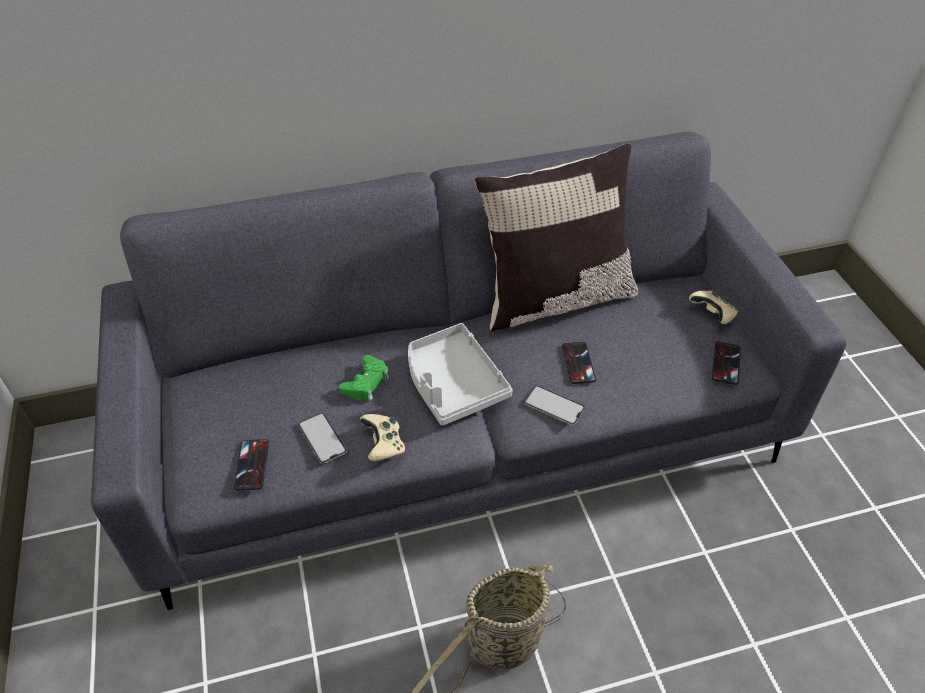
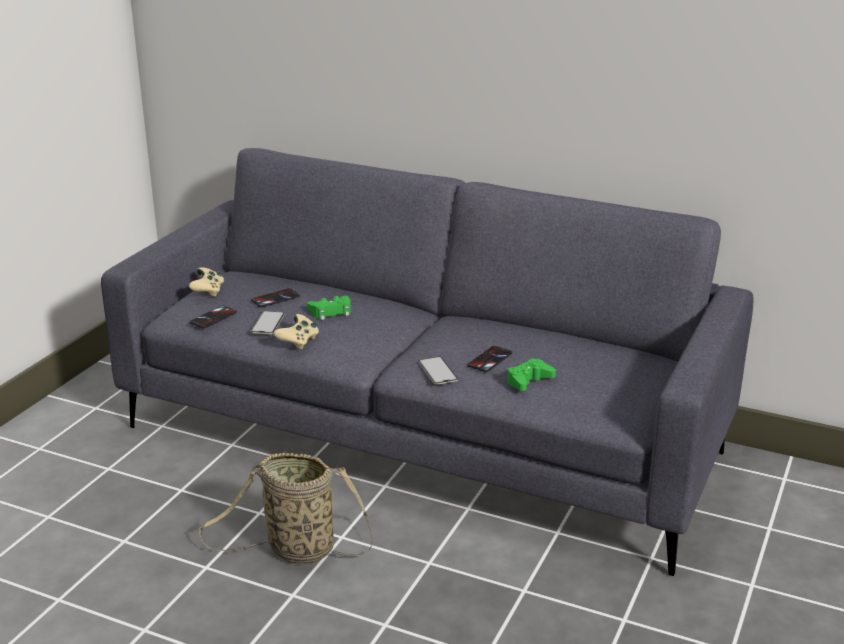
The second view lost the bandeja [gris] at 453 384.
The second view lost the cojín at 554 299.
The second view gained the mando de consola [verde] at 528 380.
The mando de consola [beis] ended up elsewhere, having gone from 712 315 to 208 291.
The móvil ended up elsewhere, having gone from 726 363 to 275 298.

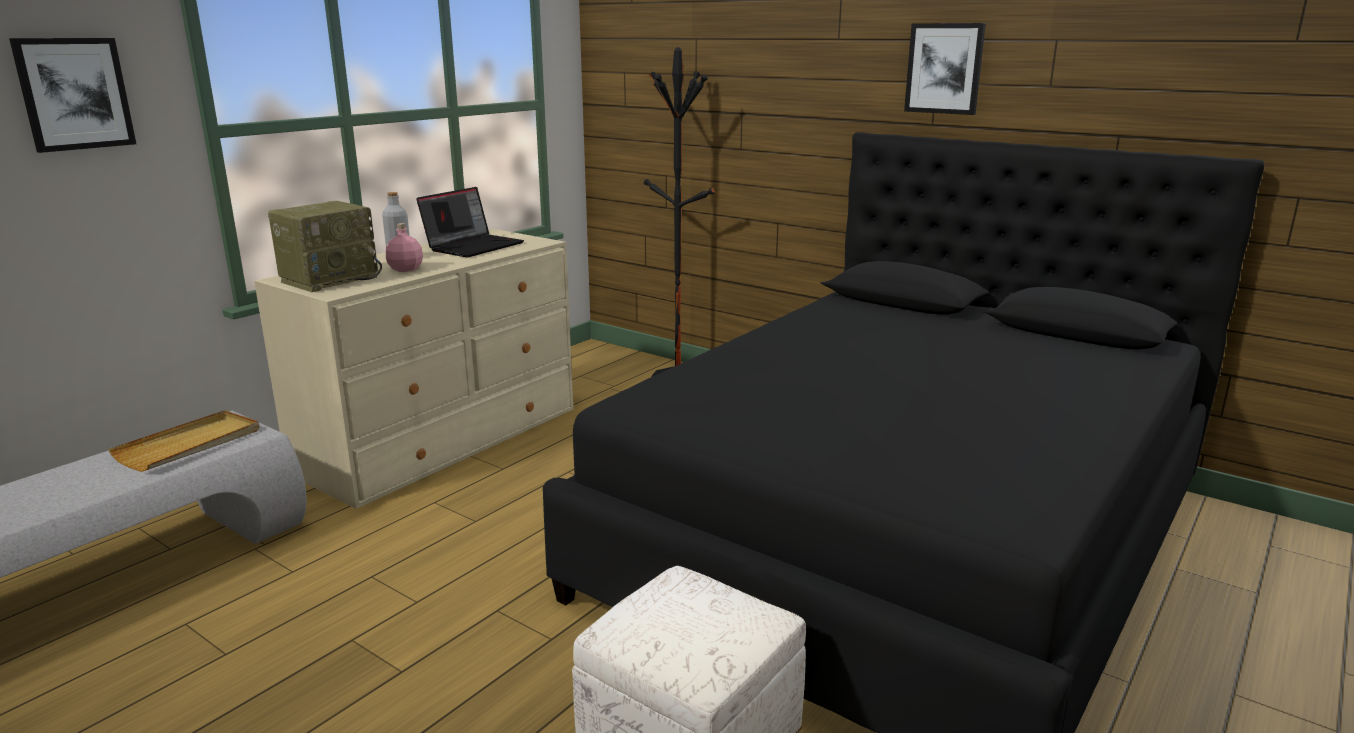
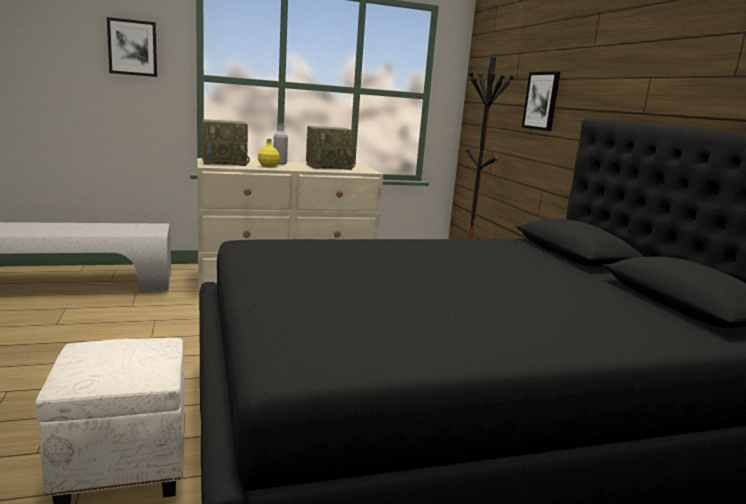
The second view lost the bandeja [beis] at 190 445.
The cuadro ended up elsewhere, having gone from 944 68 to 541 101.
Where the portátil stood at 474 246, the radio came to stand at 329 167.
What was the botella [rosa] at 405 269 turned into the botella [amarillo] at 268 166.

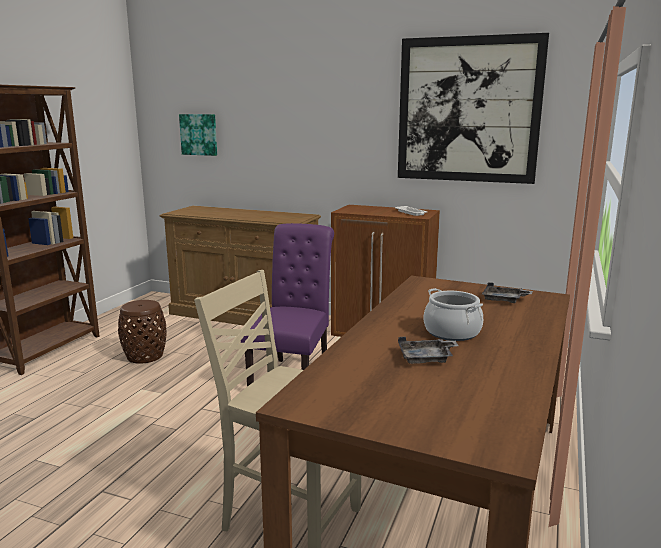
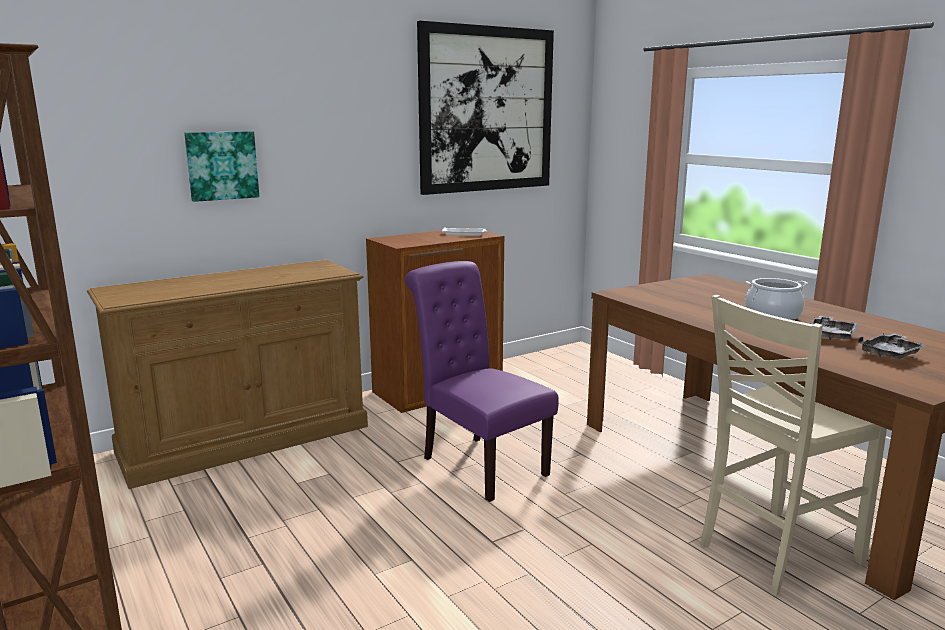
The second view lost the taburete [marrón] at 145 356.
The cuadro ended up elsewhere, having gone from 199 134 to 222 165.
The bandeja [gris] ended up elsewhere, having gone from 504 300 to 891 353.

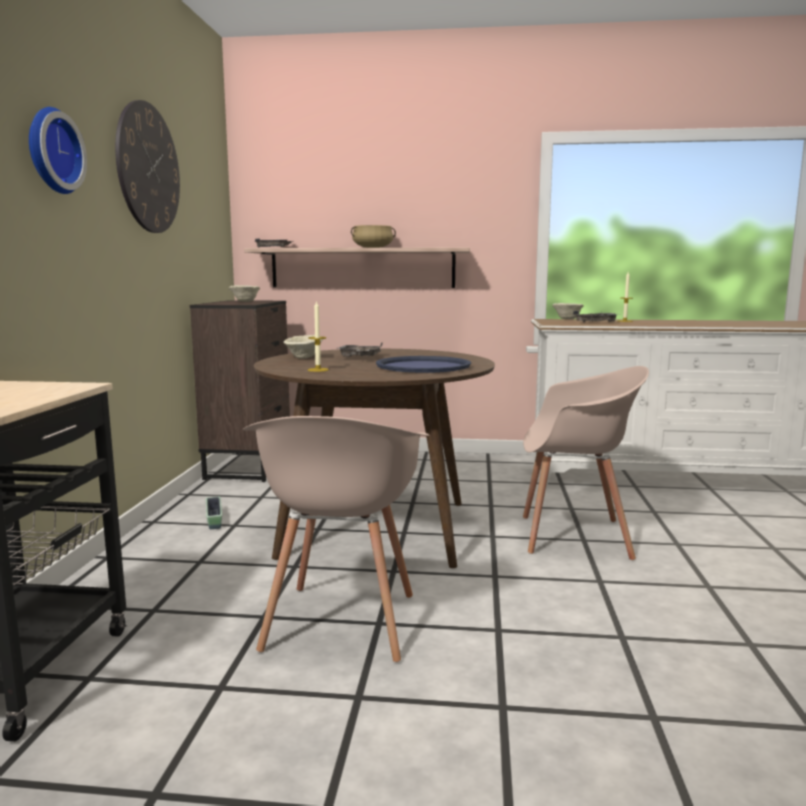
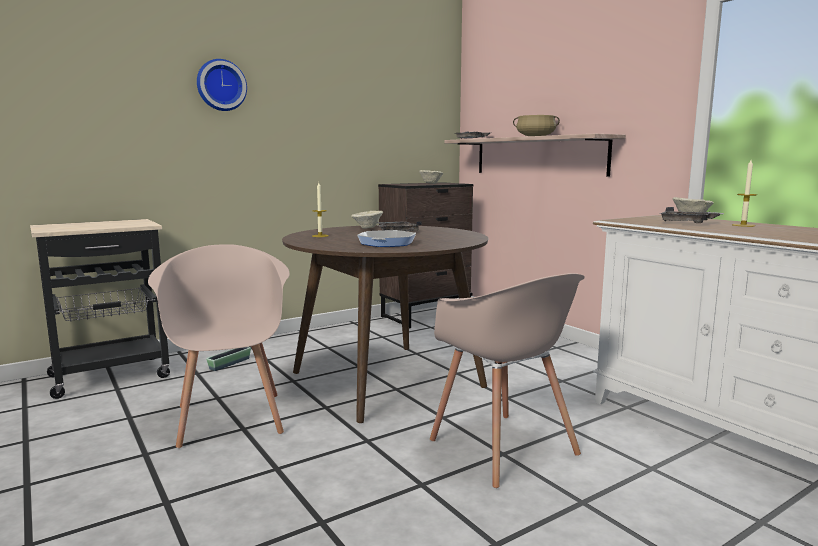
The second view lost the reloj de pared at 148 168.
The maceta ended up elsewhere, having gone from 214 519 to 229 364.
Where the bandeja [azul] stood at 423 366, the sartén came to stand at 387 243.
The silla [beis] at 341 623 ended up facing another way, 105 degrees clockwise from before.

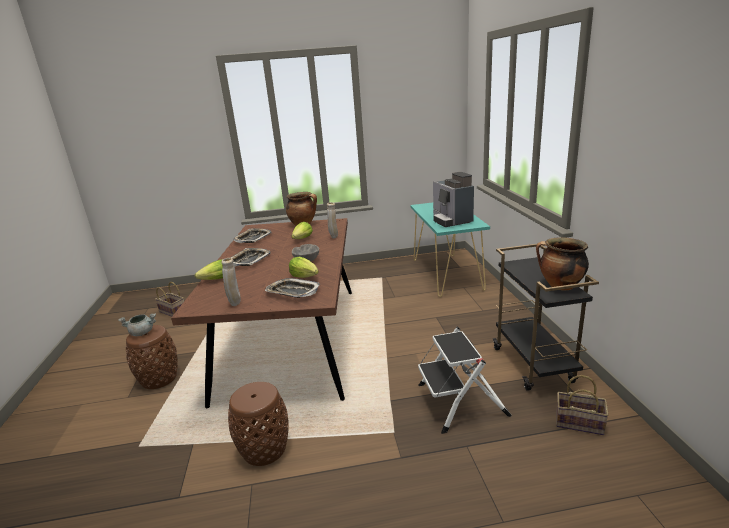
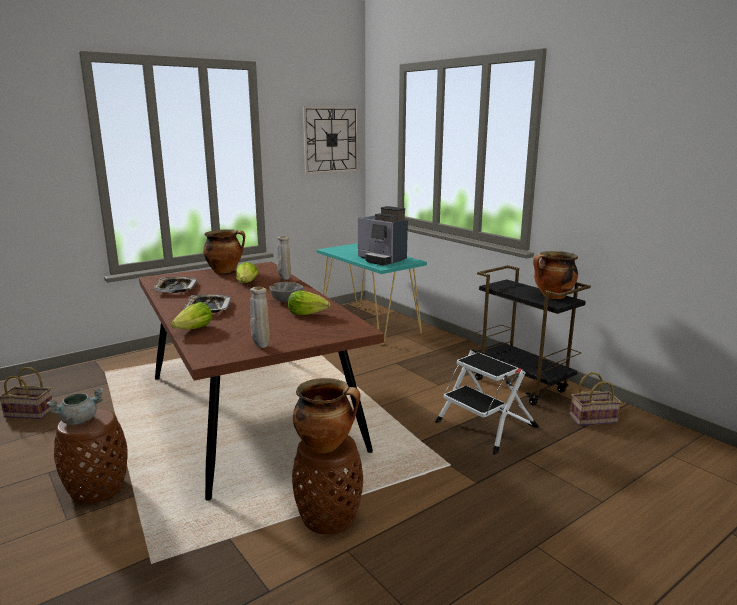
The second view lost the bandeja at 293 292.
The second view gained the olla at 326 445.
The second view gained the reloj de pared at 331 140.

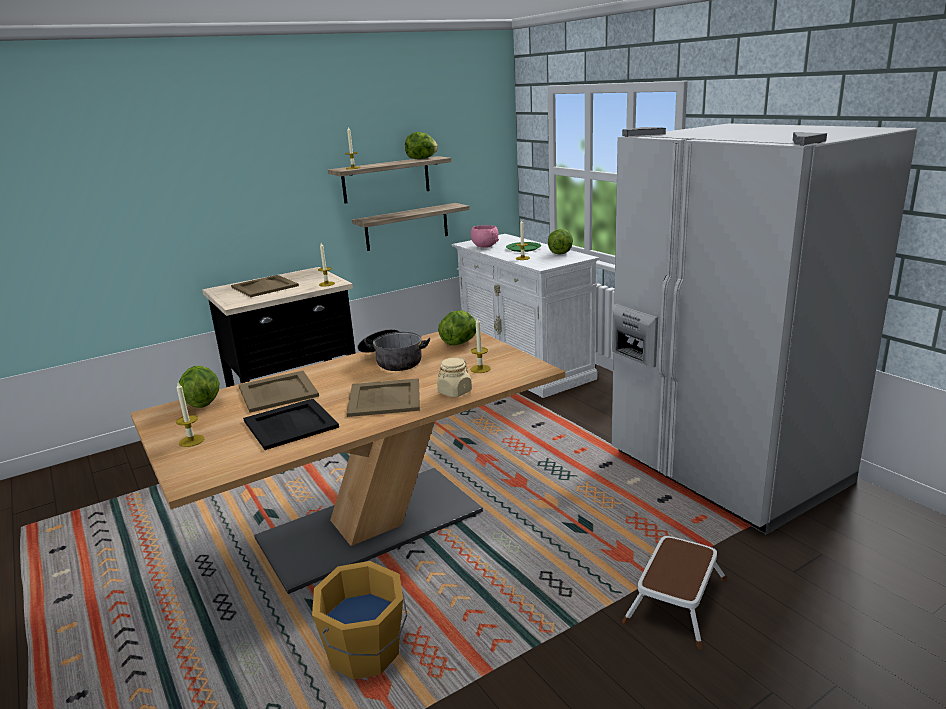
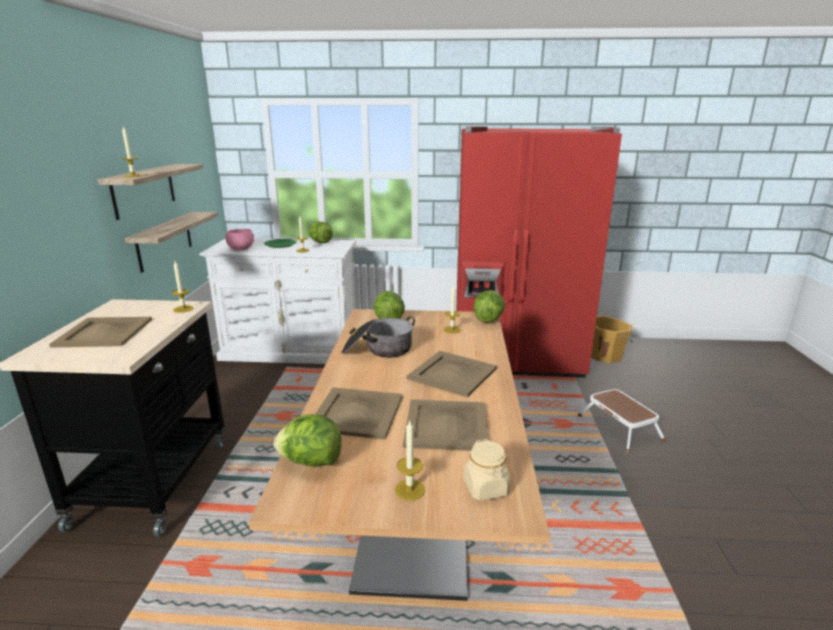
The cubo [naranja] ended up elsewhere, having gone from 366 652 to 605 355.
The lechuga ended up elsewhere, having gone from 422 158 to 488 319.
The tarro [beis] ended up elsewhere, having gone from 454 392 to 486 488.
What was the bandeja [negro] at 289 424 turned into the bandeja [beis] at 446 425.
What was the nevera [blanco] at 727 468 turned into the nevera [rojo] at 515 356.

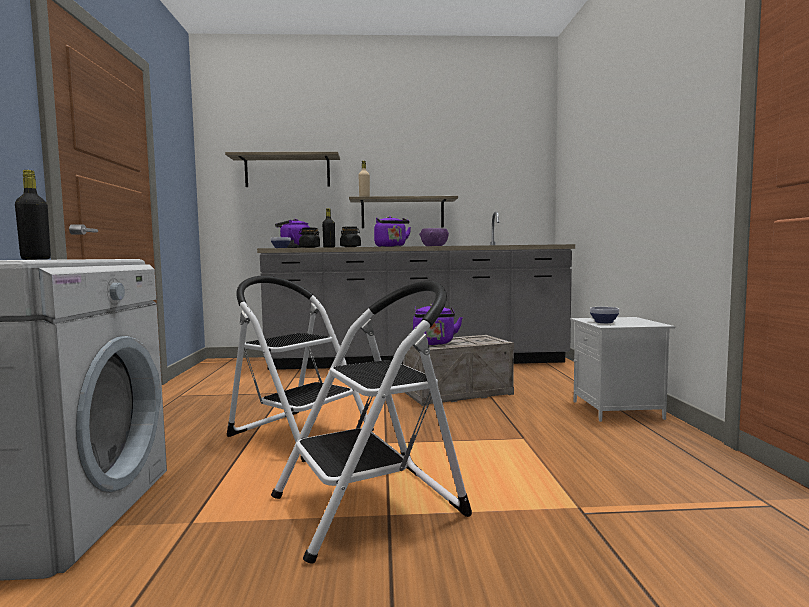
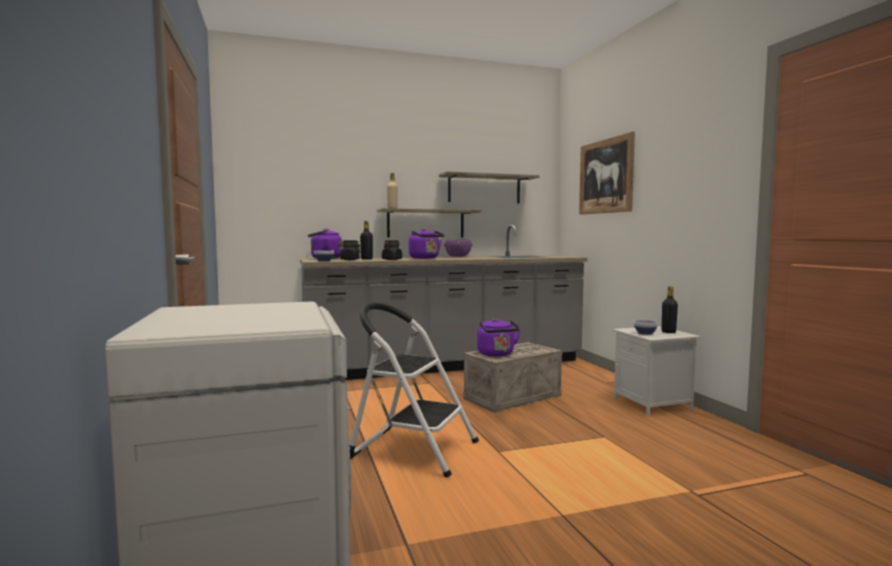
The second view lost the escalera de tijera at 374 505.
The second view gained the cuadro at 605 176.
The botella [negro] ended up elsewhere, having gone from 36 259 to 668 332.
The estante ended up elsewhere, having gone from 287 172 to 484 189.

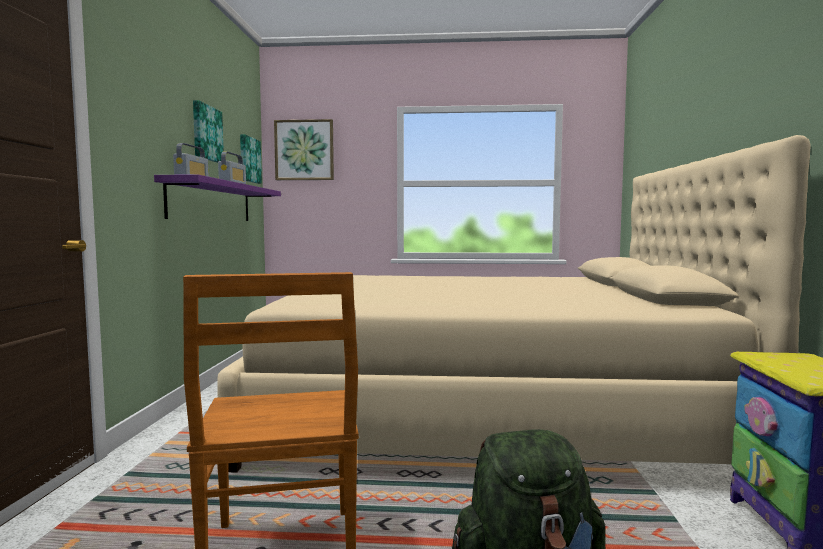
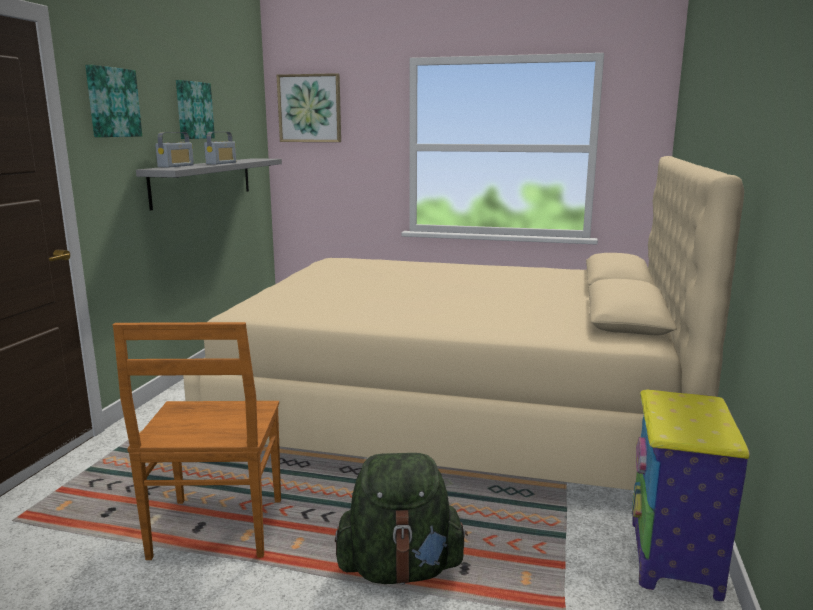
The cuadro ended up elsewhere, having gone from 249 160 to 112 102.
What was the estante [morado] at 212 202 turned into the estante [gris] at 203 181.

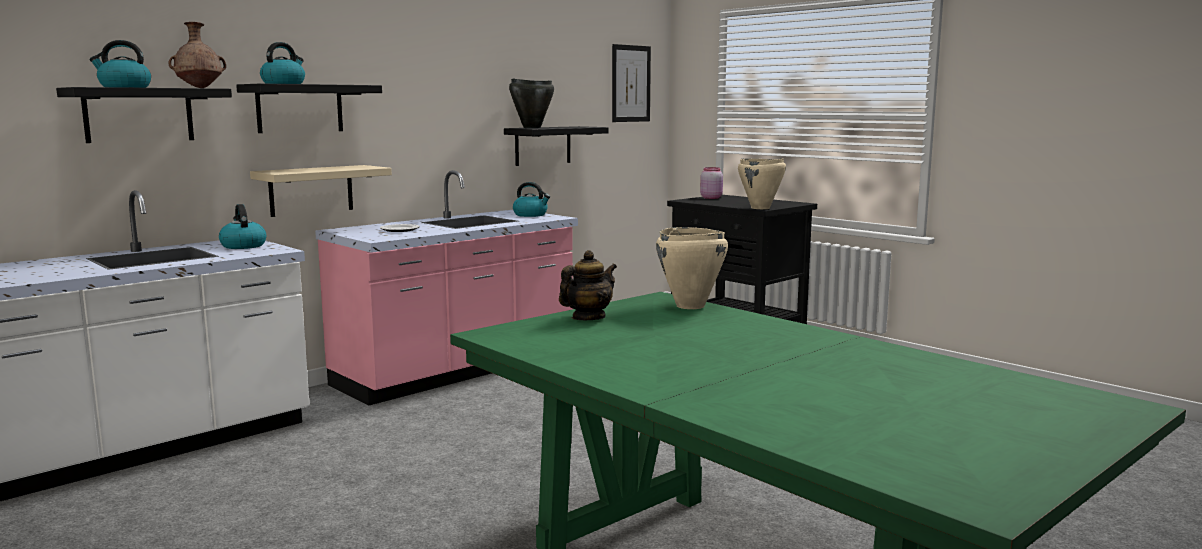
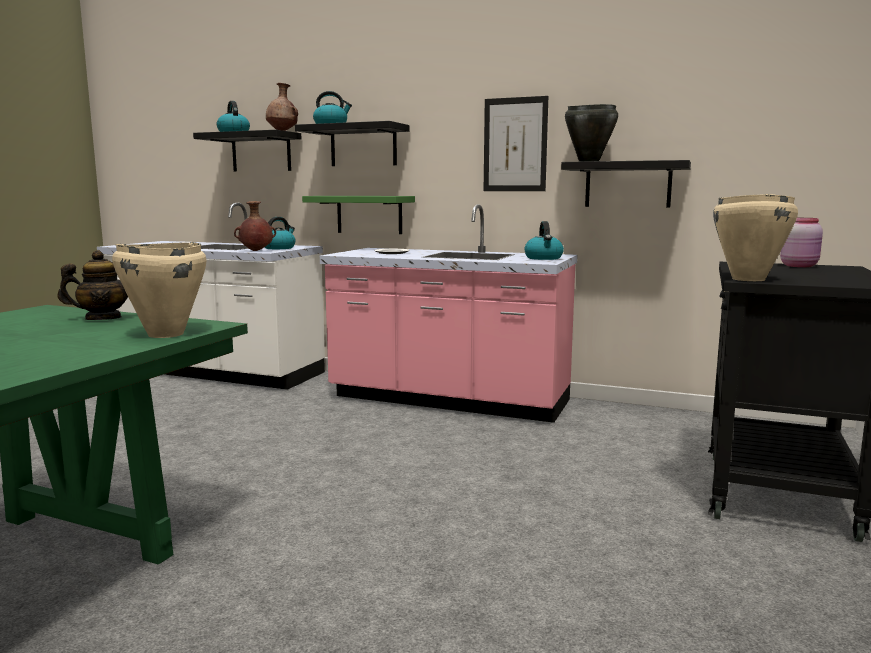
The second view gained the florero [marrón] at 255 251.
The cuadro ended up elsewhere, having gone from 631 83 to 515 145.
What was the estante [beis] at 311 190 turned into the estante [verde] at 369 214.
The tetera at 588 318 ended up facing another way, 45 degrees counterclockwise from before.

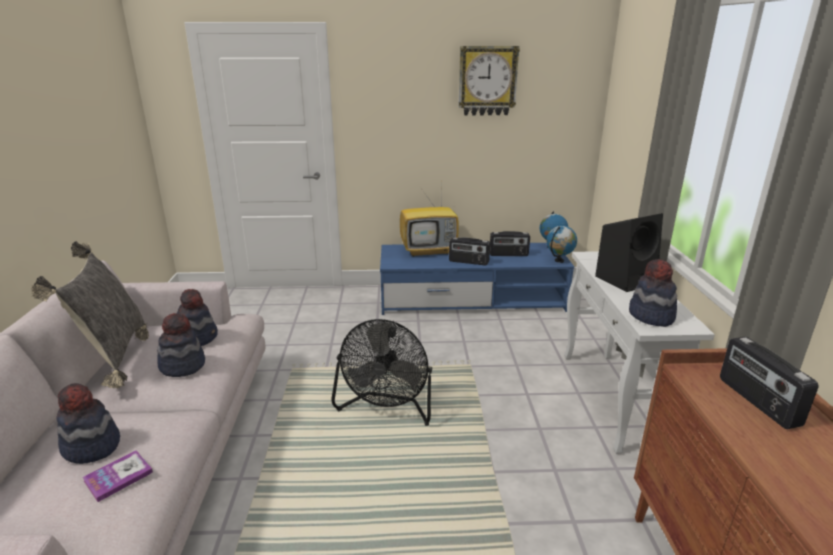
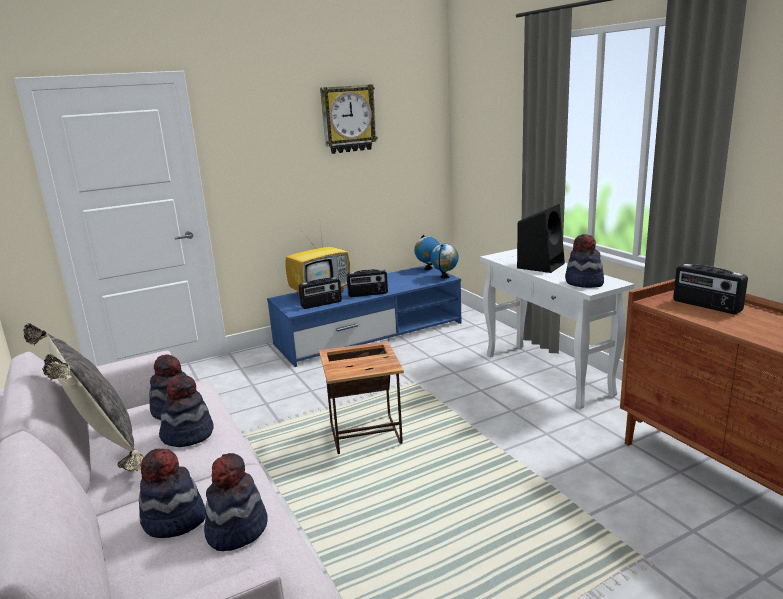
The radio ended up elsewhere, having gone from 508 255 to 321 304.
Where the libro stood at 118 476, the sombrero came to stand at 236 529.
Where the ventilador [negro] stood at 384 405, the mesa auxiliar came to stand at 367 435.

